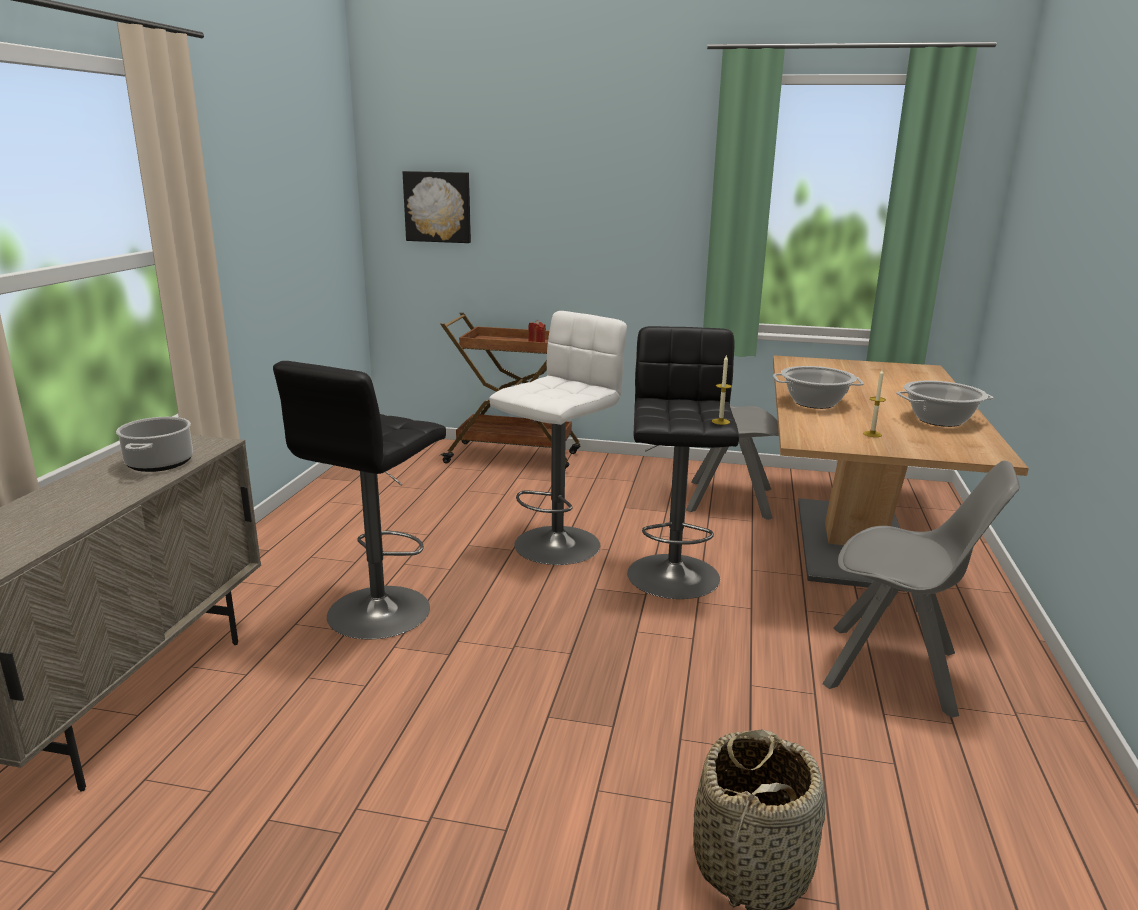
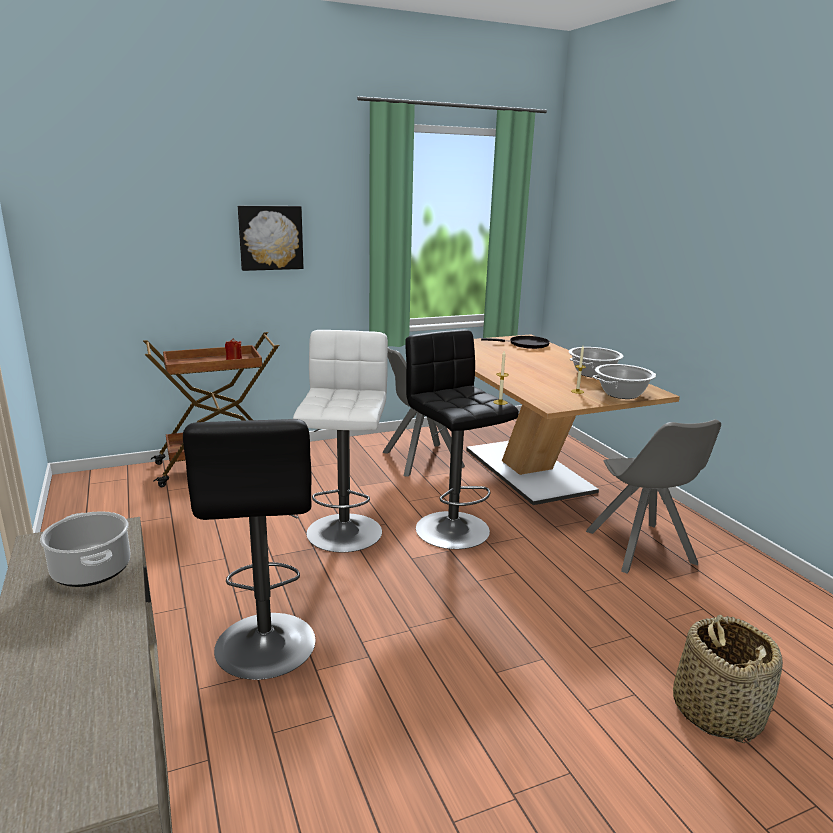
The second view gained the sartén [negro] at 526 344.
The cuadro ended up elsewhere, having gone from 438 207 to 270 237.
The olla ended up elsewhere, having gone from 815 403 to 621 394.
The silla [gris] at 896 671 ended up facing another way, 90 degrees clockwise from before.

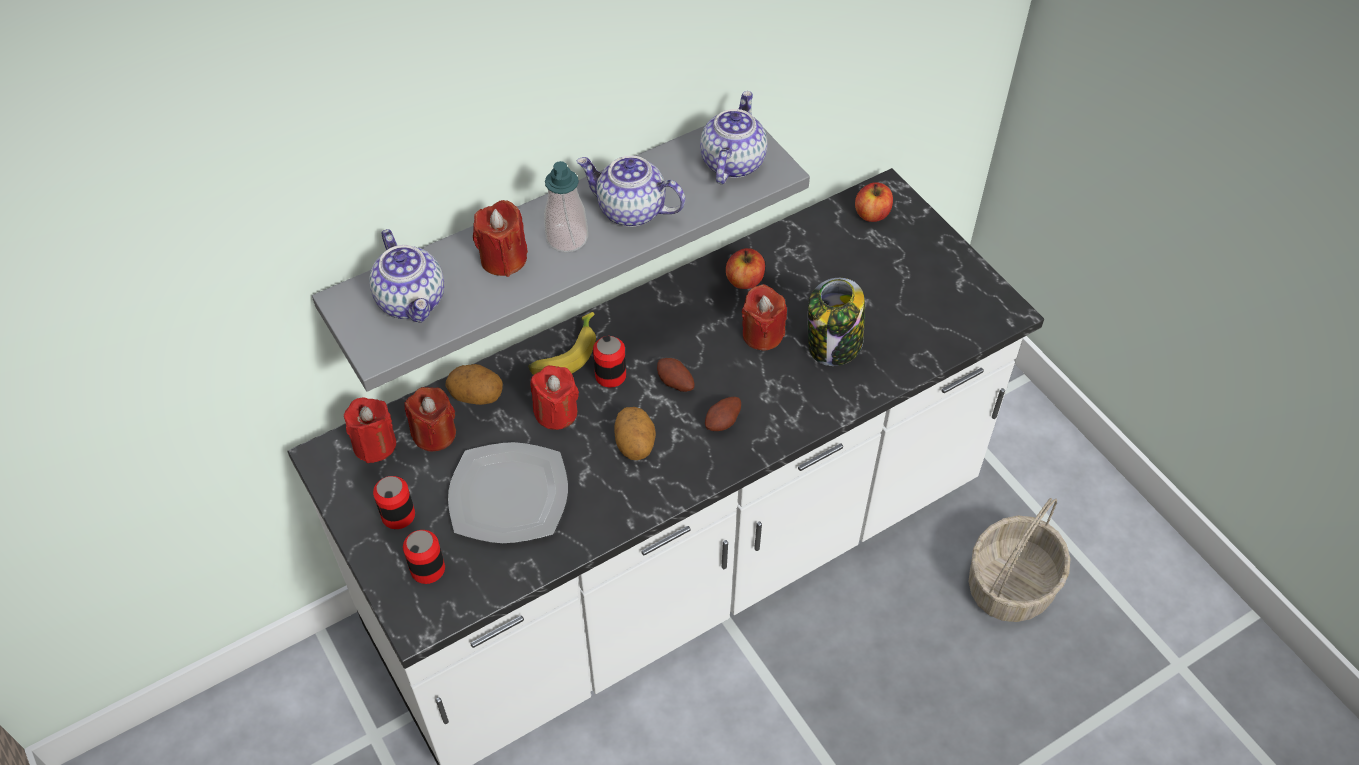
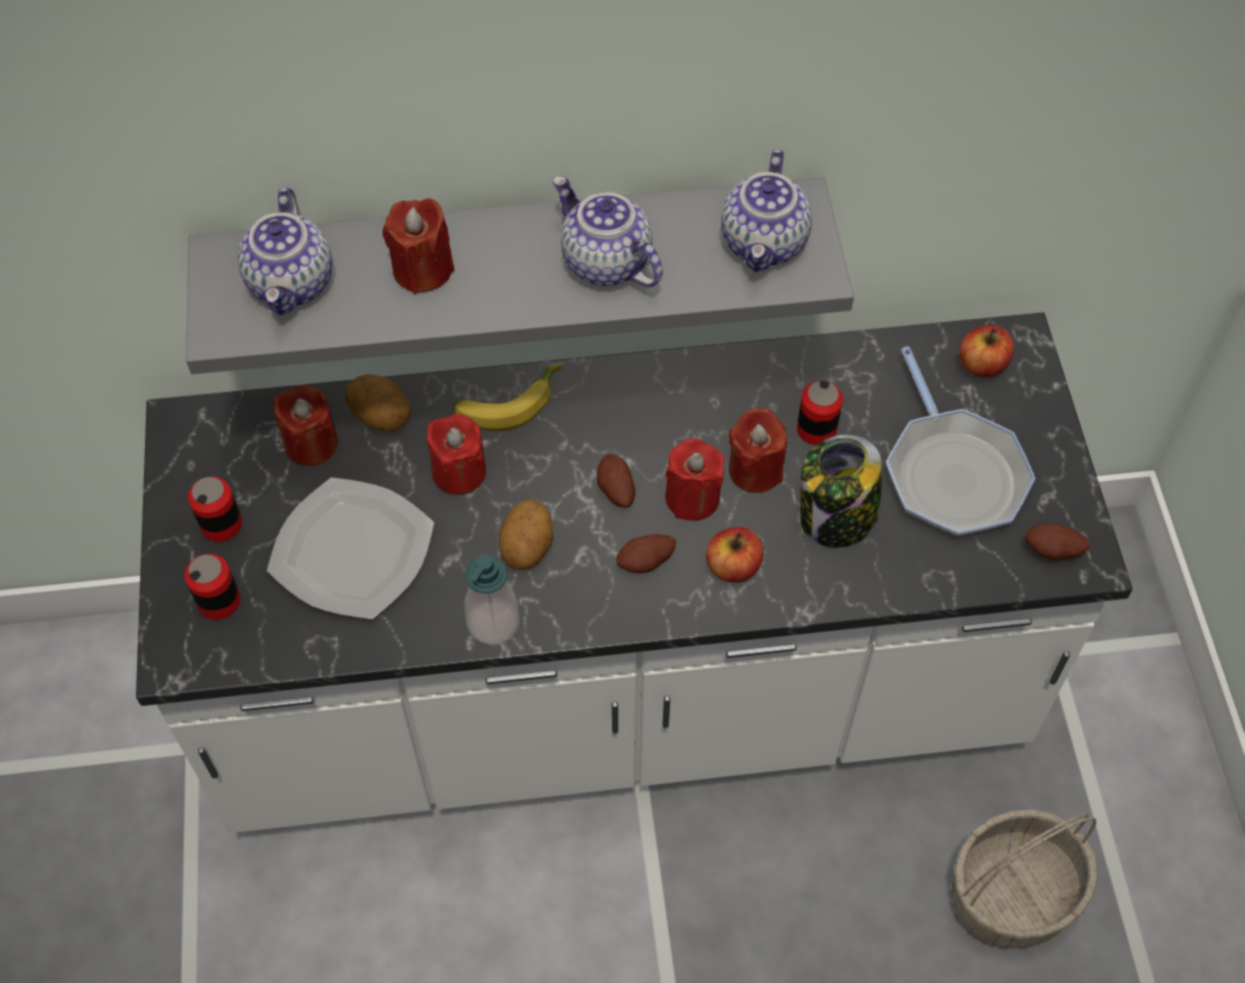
The second view gained the sartén at 952 472.
The second view gained the patata at 1052 552.
The vela [rojo] ended up elsewhere, having gone from 375 444 to 692 498.
The dispensador de jabón ended up elsewhere, having gone from 567 238 to 493 622.
The lata ended up elsewhere, having gone from 610 376 to 816 429.
The manzana ended up elsewhere, having gone from 745 280 to 733 567.
The tetera at 732 162 ended up facing another way, 150 degrees clockwise from before.

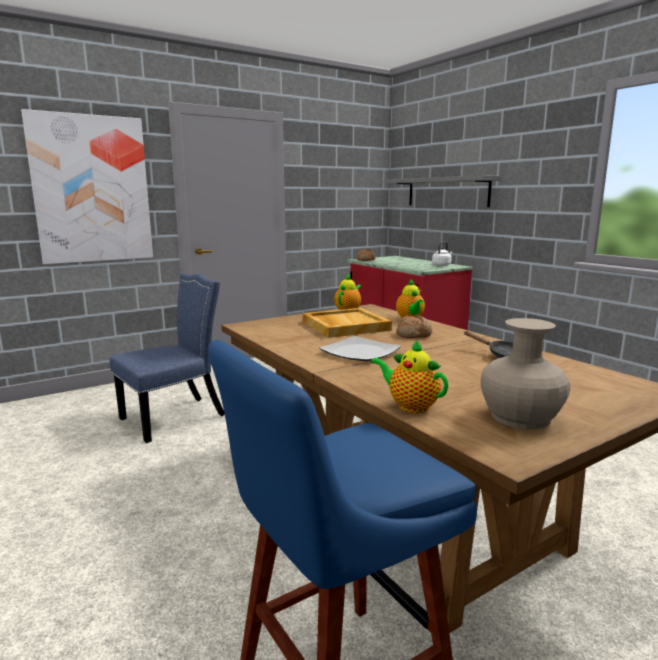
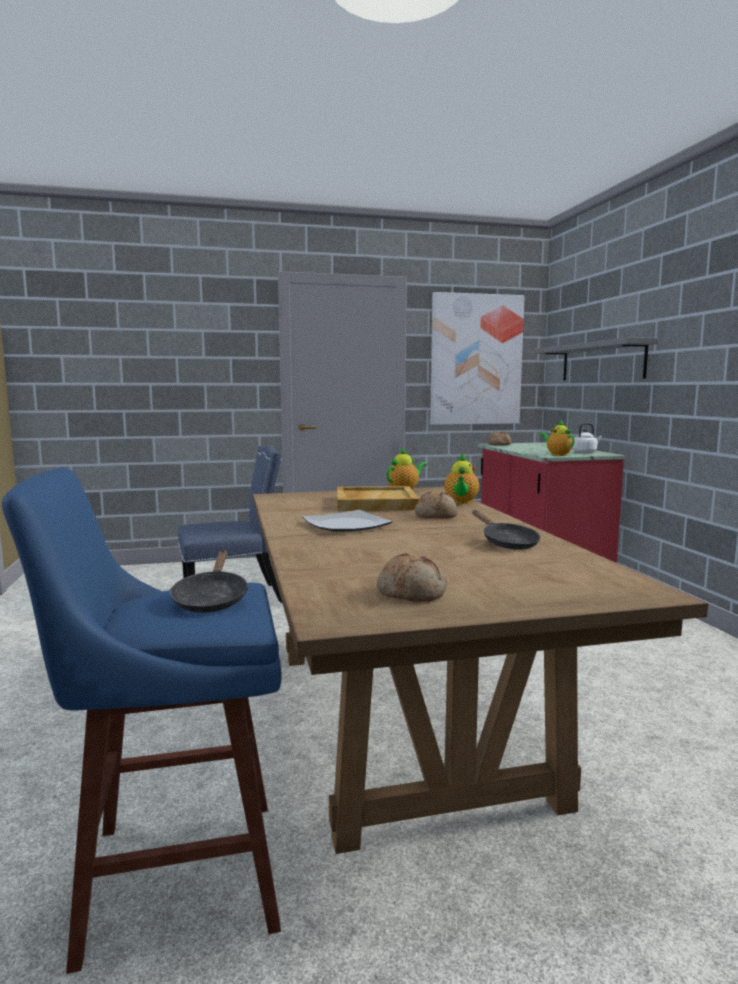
The second view gained the sartén [negro] at 211 599.
The cuadro ended up elsewhere, having gone from 92 190 to 475 360.
The tetera ended up elsewhere, having gone from 410 406 to 557 454.
Where the florero [beis] stood at 520 417, the pan came to stand at 412 593.

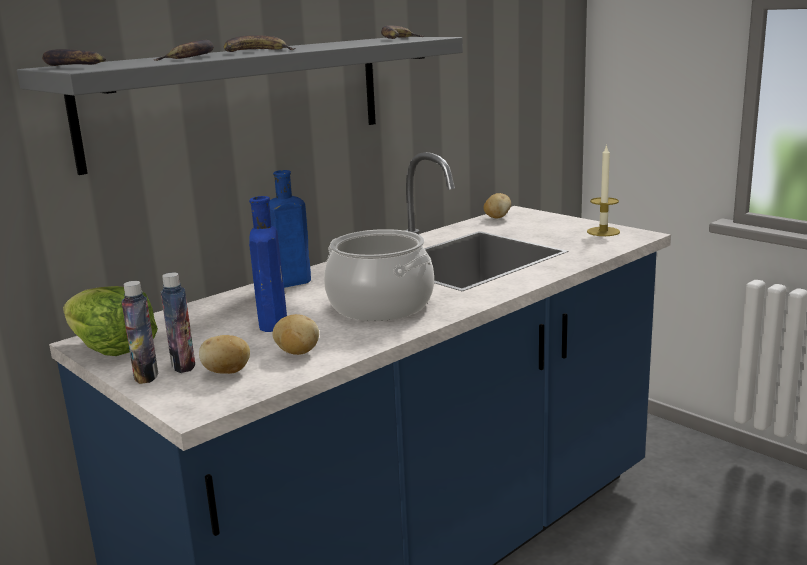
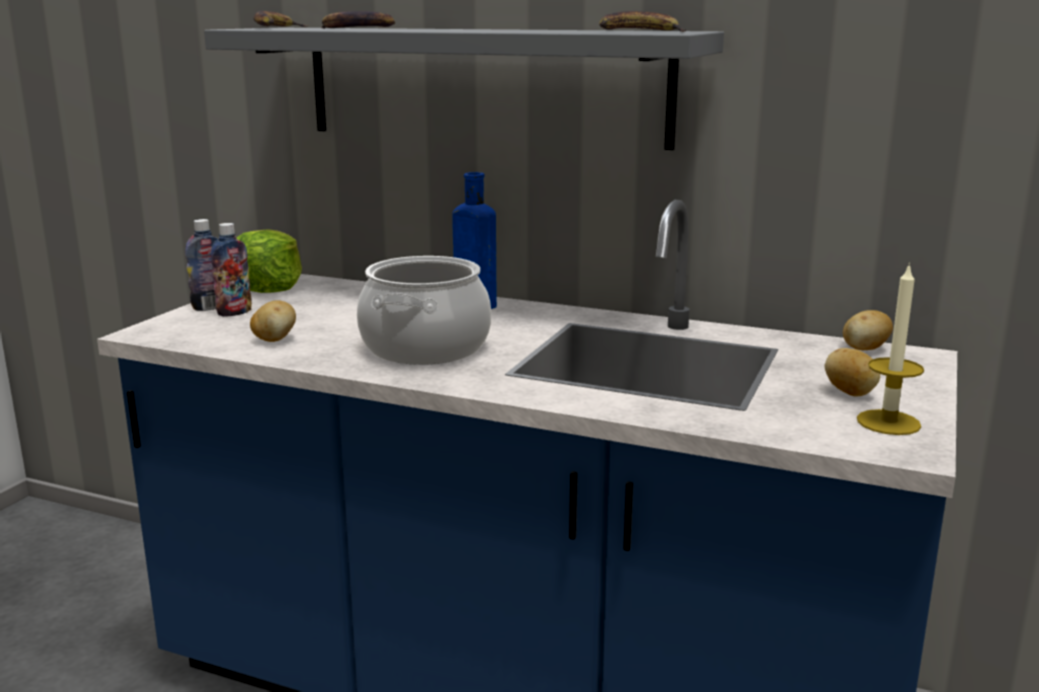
The second view lost the plátano at 256 51.
The second view lost the botella [azul] at 273 322.
The patata ended up elsewhere, having gone from 227 372 to 850 393.

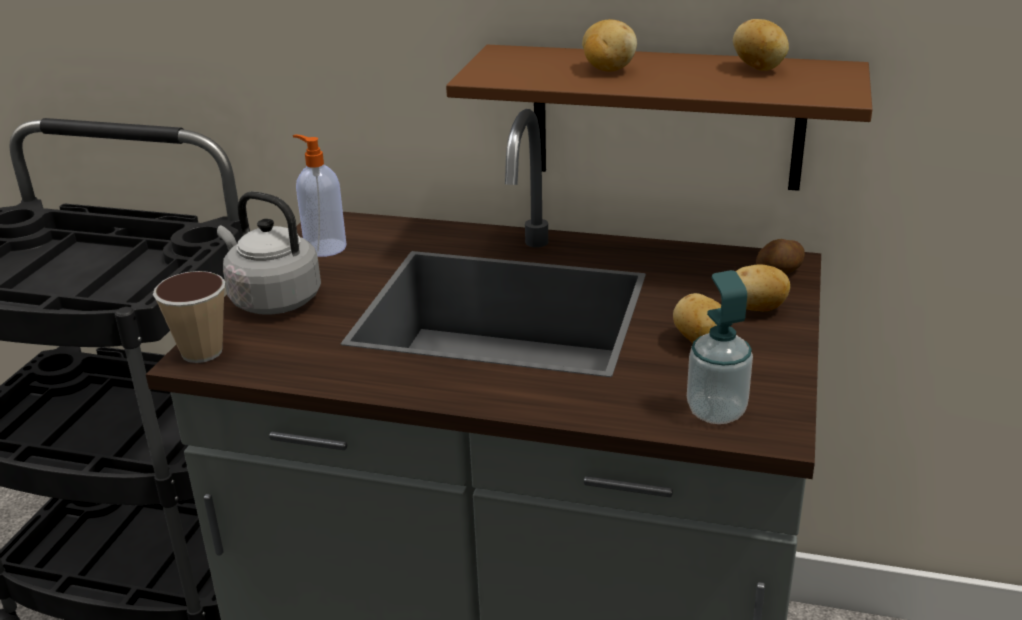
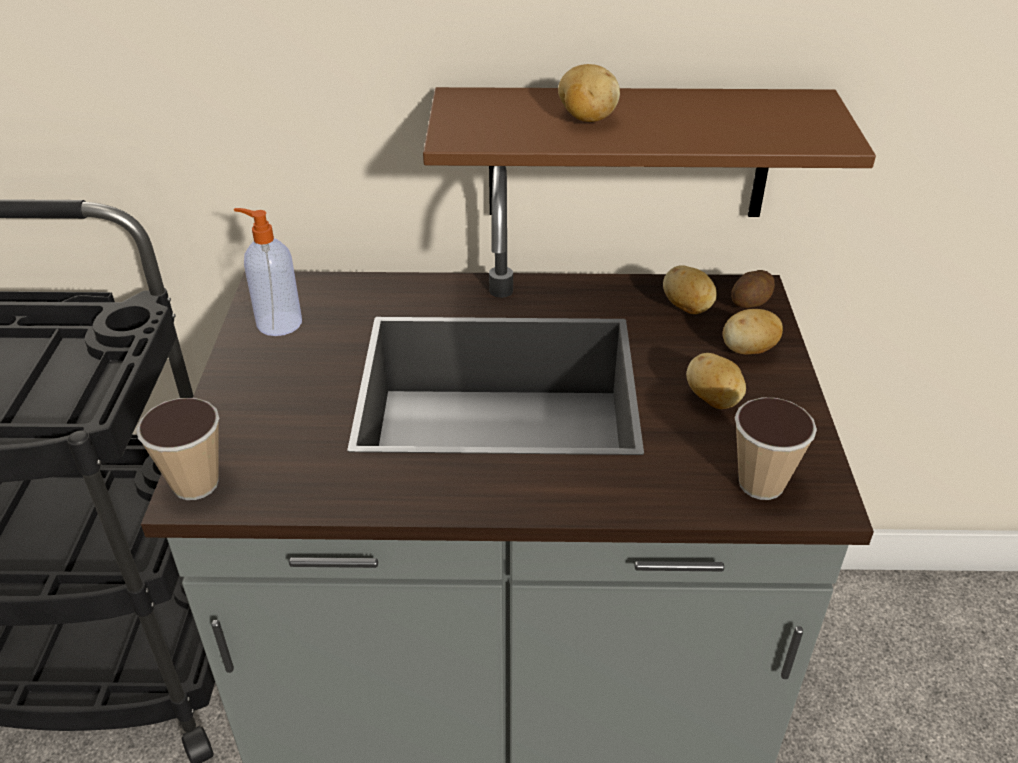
The second view lost the hervidor [gris] at 272 299.
The patata ended up elsewhere, having gone from 759 68 to 687 308.
Where the dispensador de jabón stood at 716 412, the taza came to stand at 761 484.

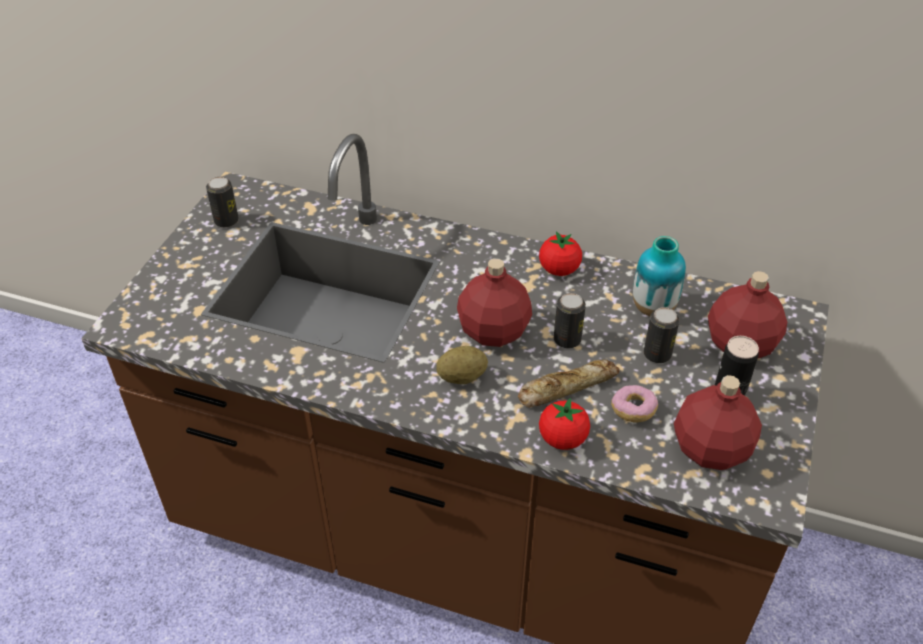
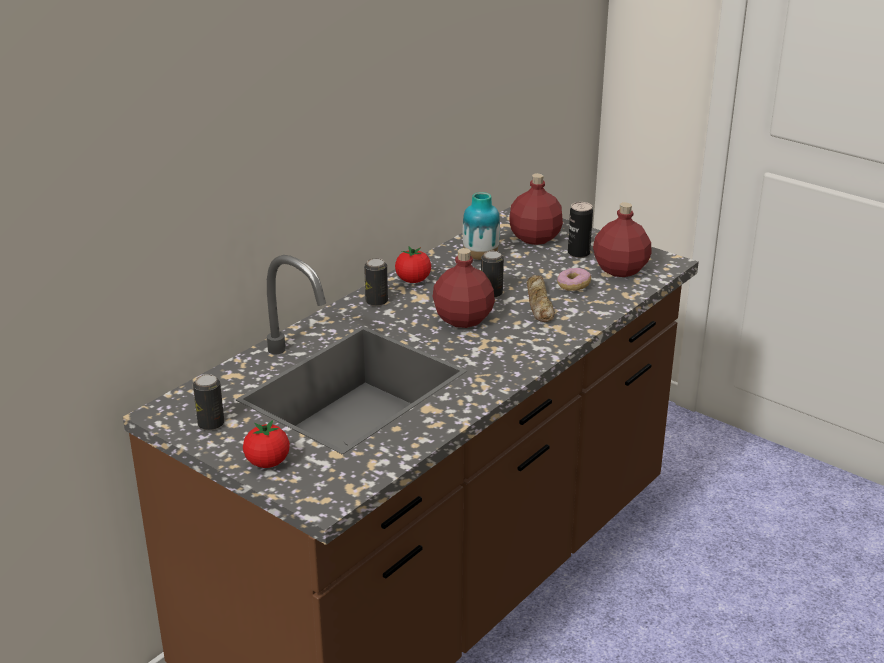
The second view lost the patata at 462 377.
The tomate ended up elsewhere, having gone from 562 439 to 267 463.
The lata ended up elsewhere, having gone from 657 354 to 376 302.

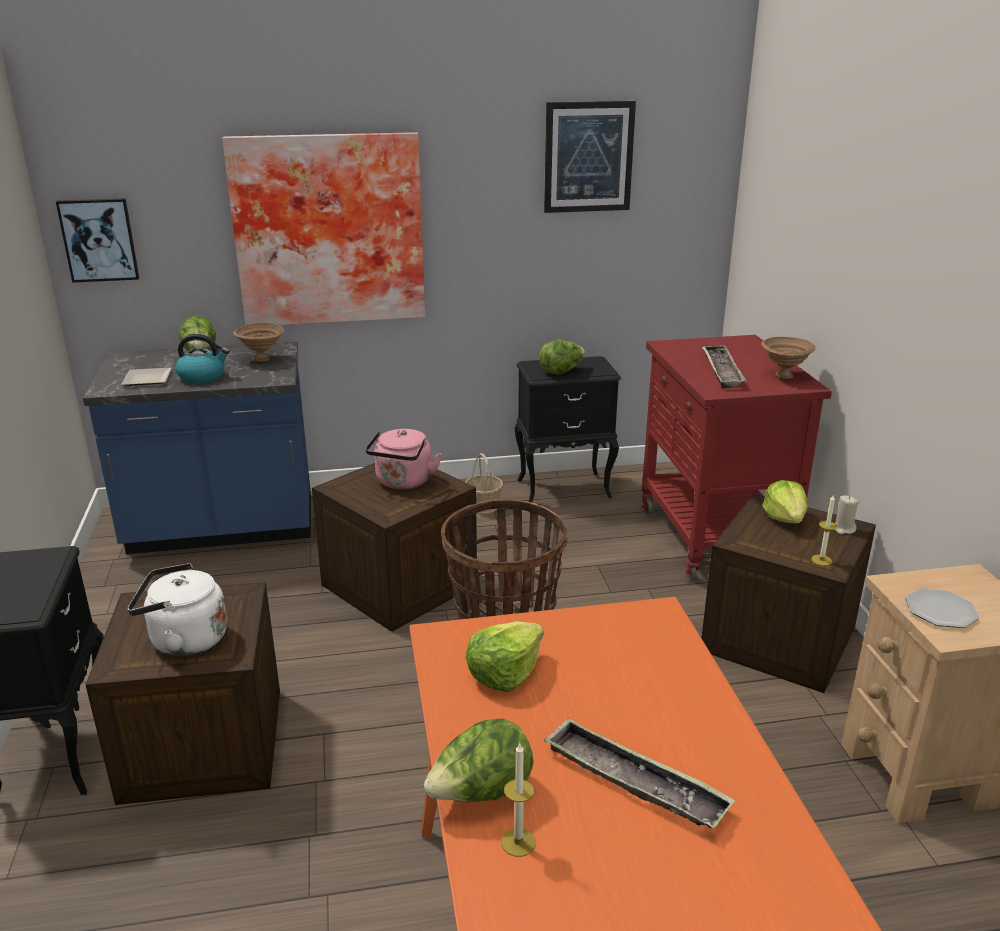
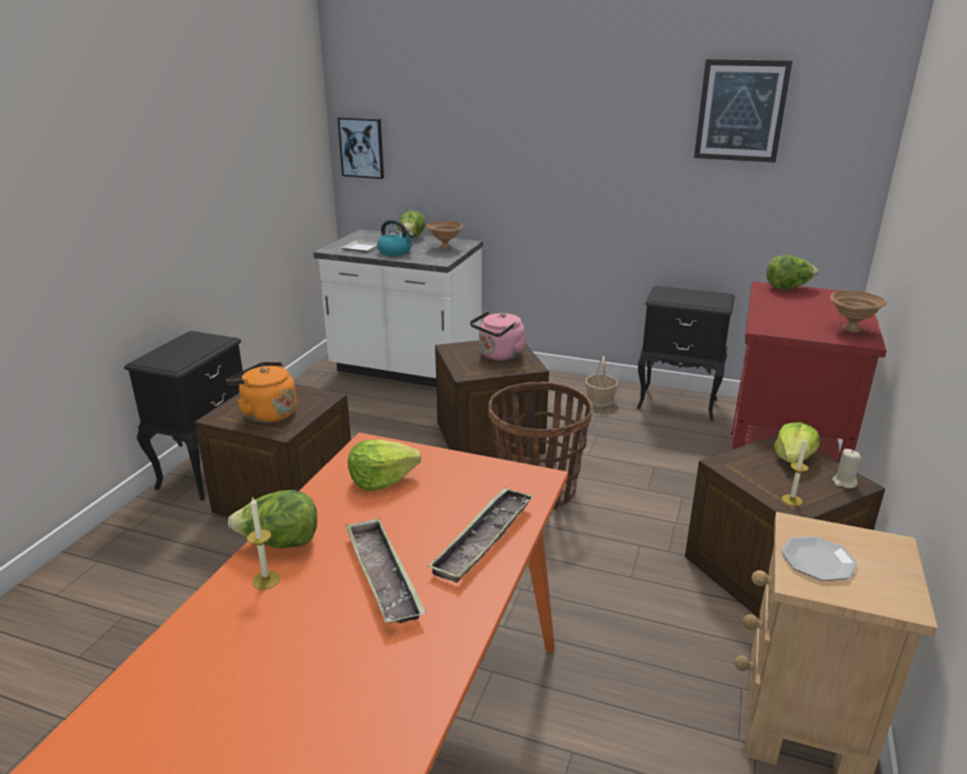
The second view lost the cuadro at 329 229.
The lechuga ended up elsewhere, having gone from 561 371 to 788 288.
The bandeja ended up elsewhere, having gone from 722 371 to 483 539.
What was the mueble bajo de cocina [azul] at 222 528 turned into the mueble bajo de cocina [blanco] at 406 370.
What was the hervidor [blanco] at 184 640 turned into the hervidor [naranja] at 267 414.

